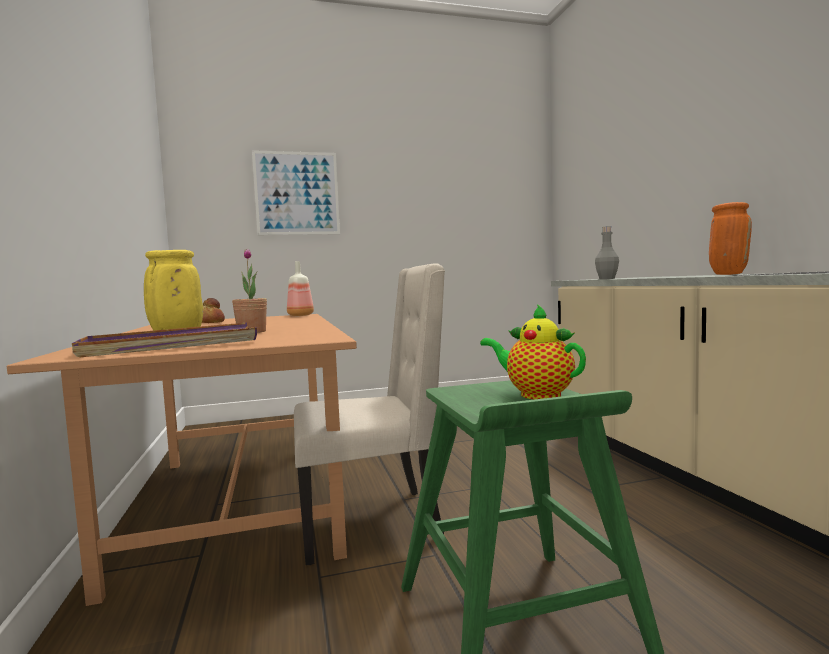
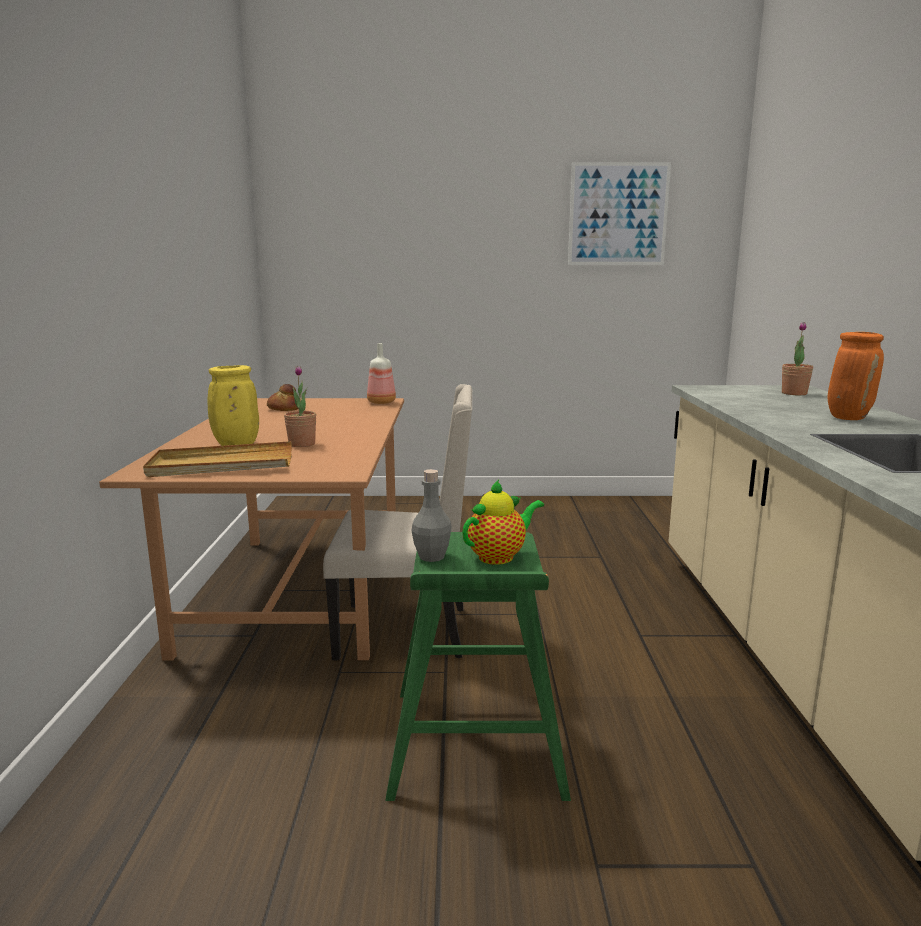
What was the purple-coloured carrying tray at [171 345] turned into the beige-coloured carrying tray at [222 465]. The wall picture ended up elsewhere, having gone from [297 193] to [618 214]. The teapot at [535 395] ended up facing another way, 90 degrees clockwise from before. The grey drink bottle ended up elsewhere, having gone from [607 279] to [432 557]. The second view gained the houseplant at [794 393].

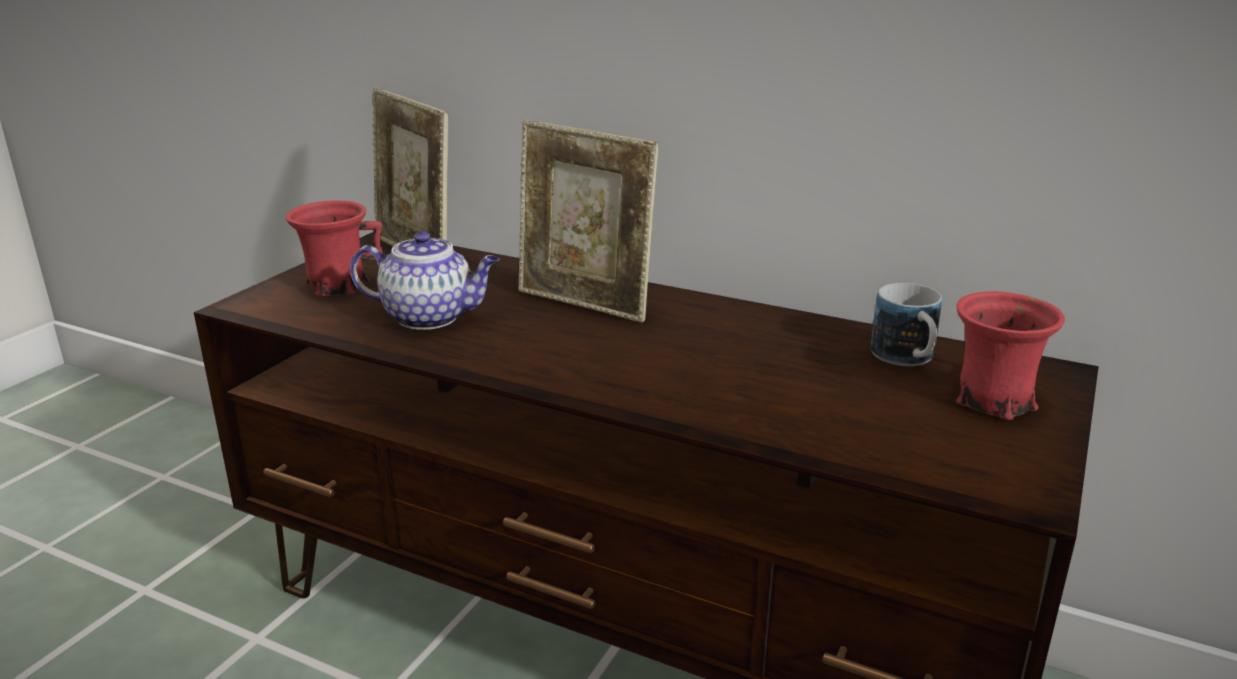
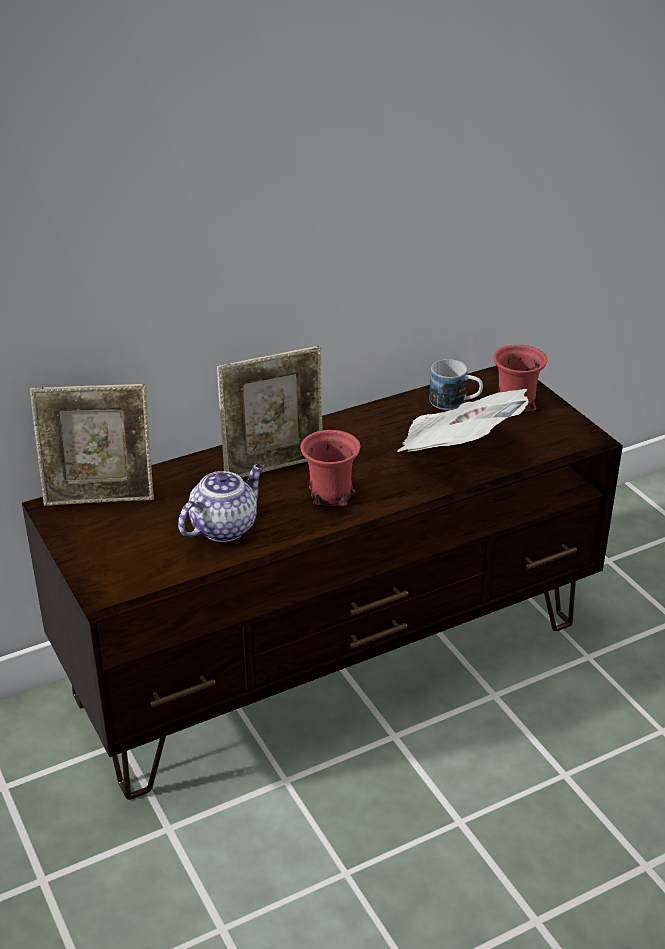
The red tea mug ended up elsewhere, having gone from [336 285] to [330 494]. The second view gained the newspaper at [458 449].

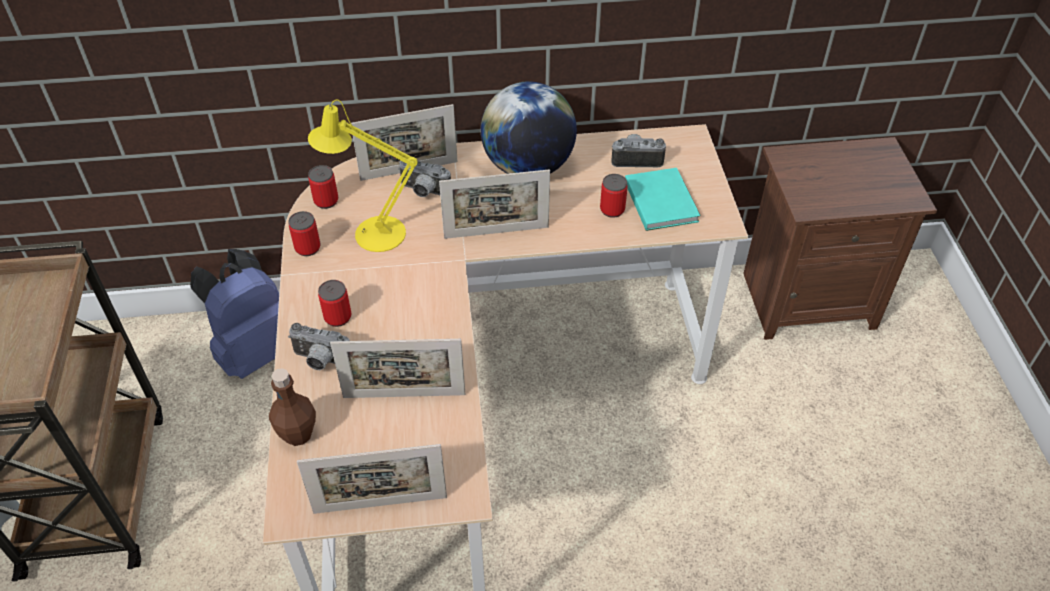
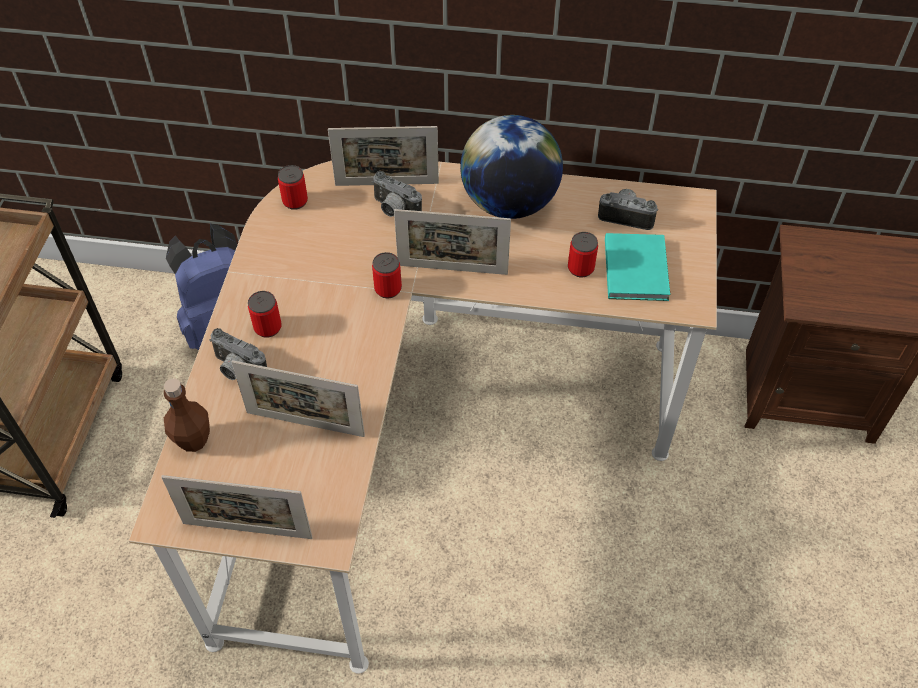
The sealed can ended up elsewhere, having gone from [307 248] to [388 289]. The second view lost the yellowish tabletop lamp at [372 233].

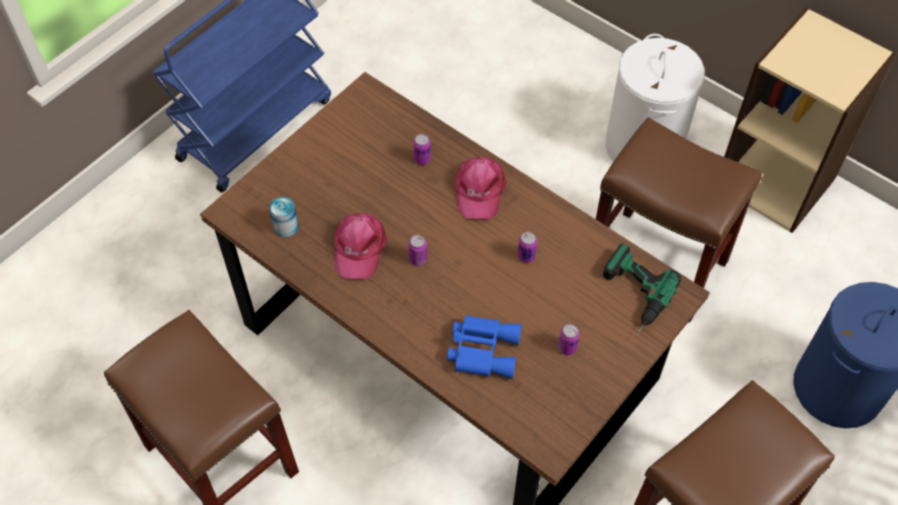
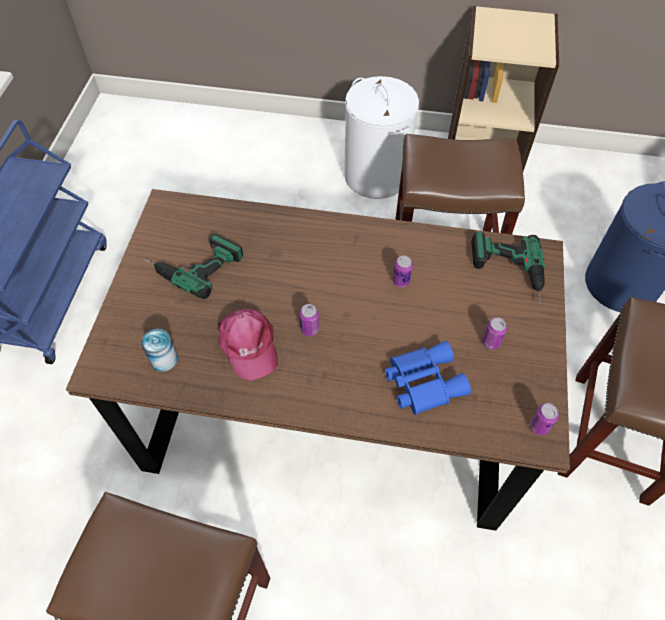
The sealed can ended up elsewhere, having gone from [422 159] to [539 426]. The second view lost the pink cap at [479 191]. The second view gained the drill at [192 263].

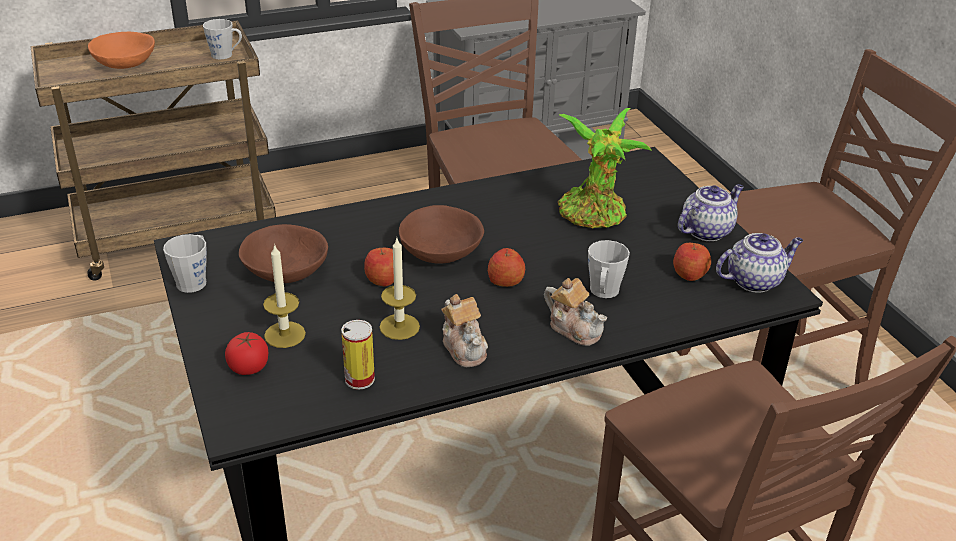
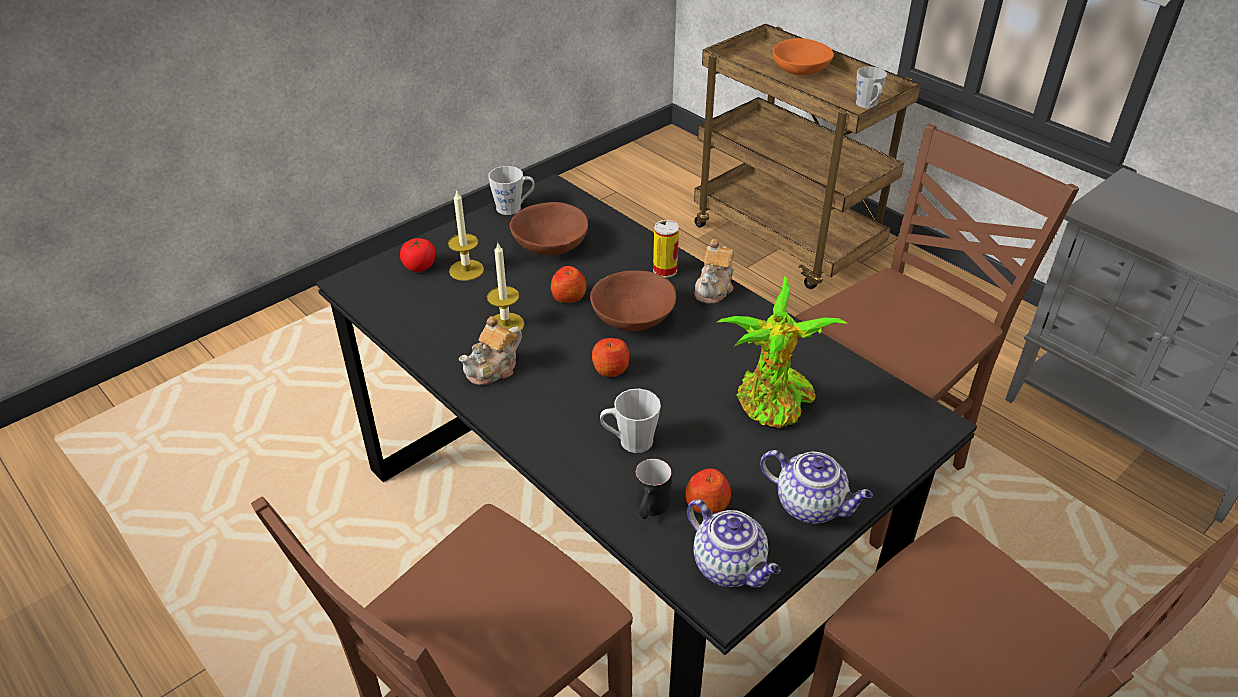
The sealed can ended up elsewhere, having gone from [359 379] to [665 270]. The teapot ended up elsewhere, having gone from [574 328] to [714 289]. The second view gained the black tea mug at [649 509].

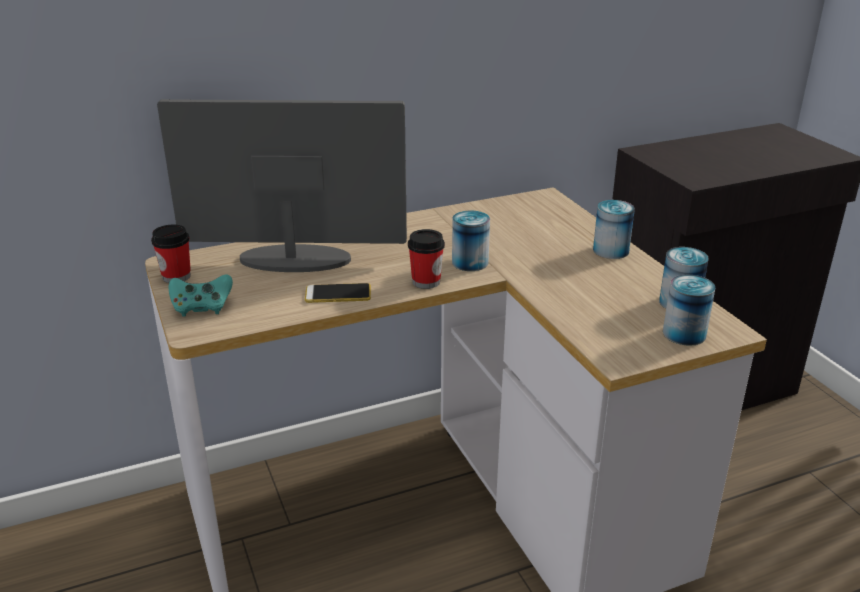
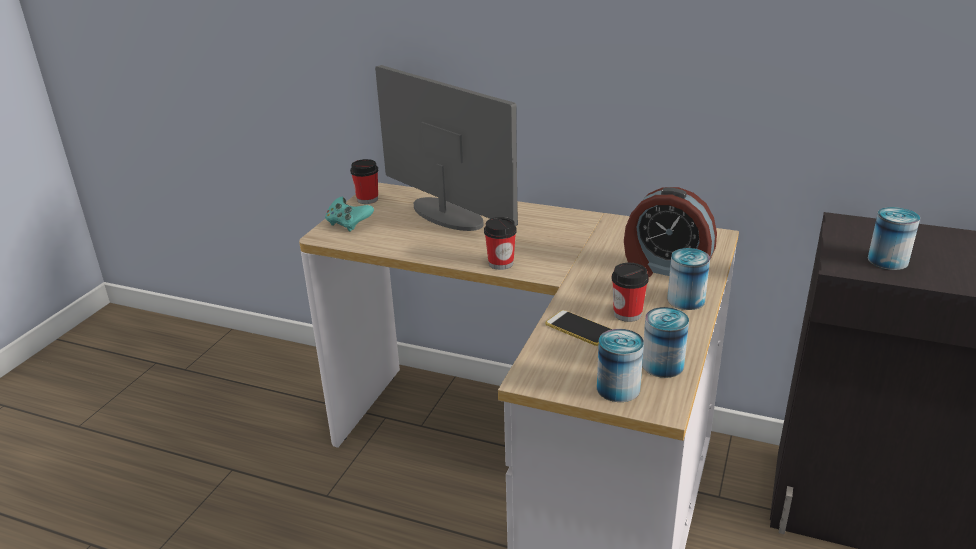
The handset ended up elsewhere, having gone from [338 294] to [579 328]. The sealed can ended up elsewhere, having gone from [470 262] to [887 260]. The second view gained the cup at [627 314]. The second view gained the bedside clock at [666 270].

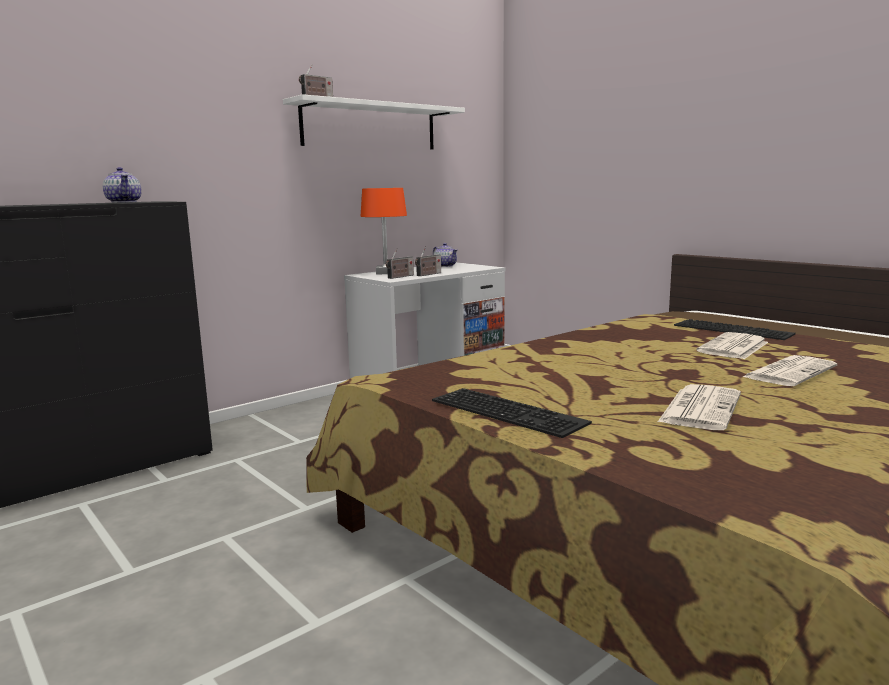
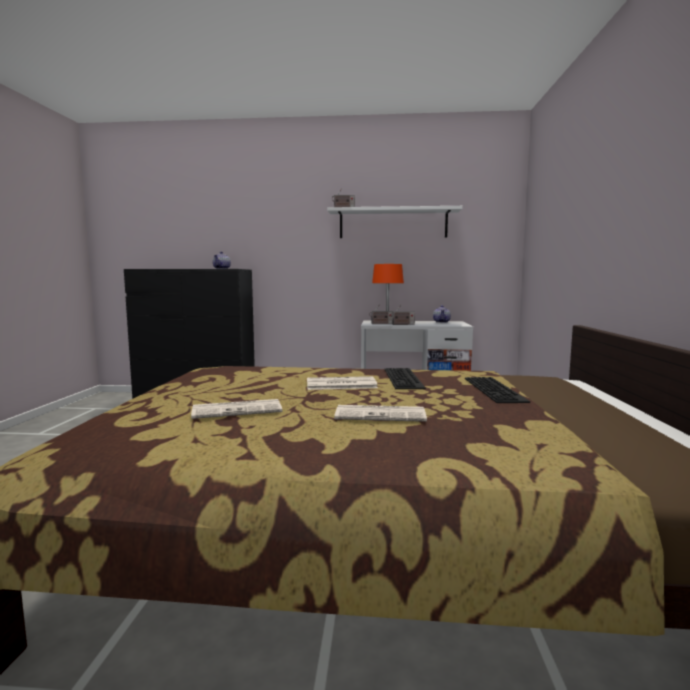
The computer keyboard ended up elsewhere, having gone from [510 411] to [405 378]. The newspaper ended up elsewhere, having gone from [733 347] to [340 384].

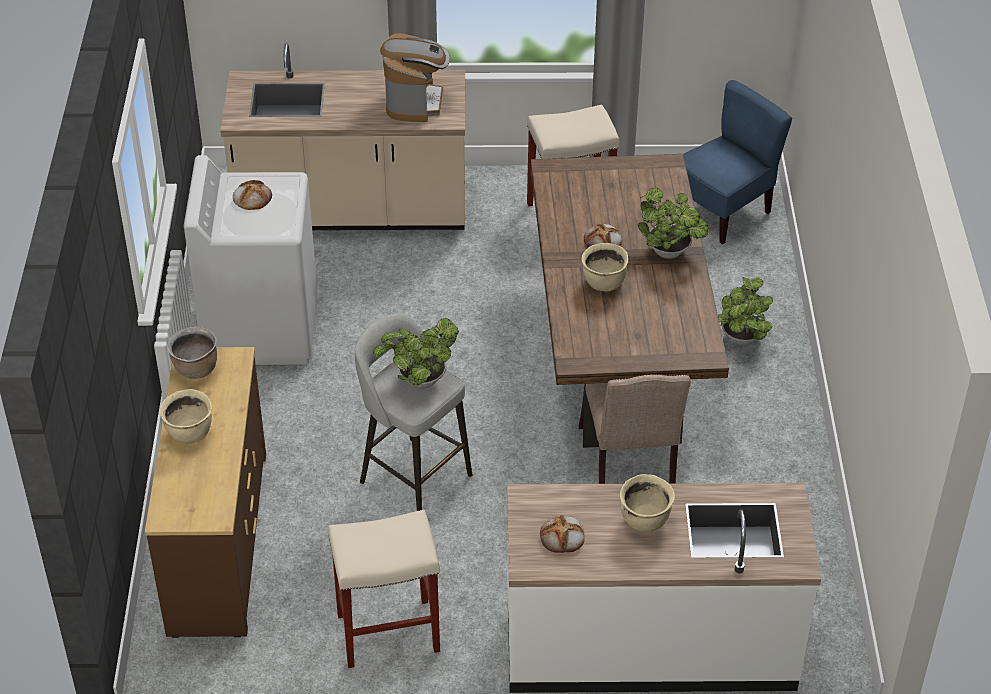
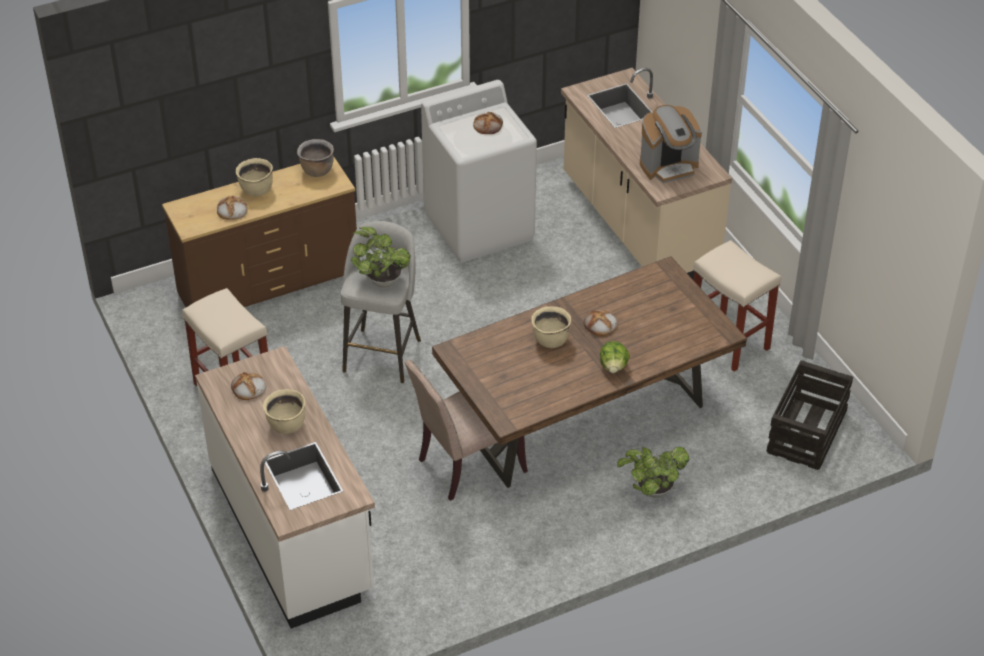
Where the houseplant stood at [671 253], the lettuce came to stand at [613 367]. Where the blue chair stood at [722 211], the crate came to stand at [806 432]. The second view gained the baked bread at [232 210].

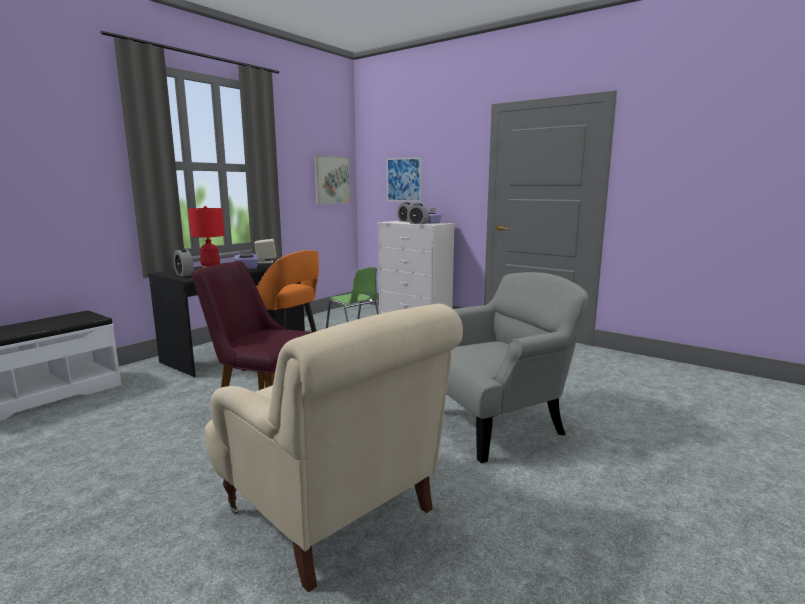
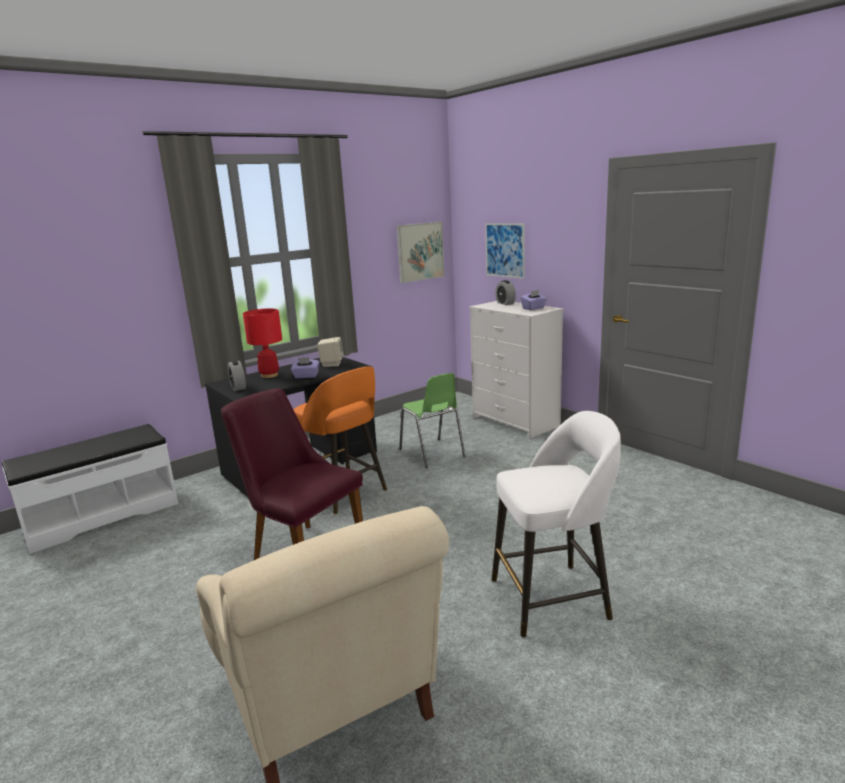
The second view lost the bedside clock at [417 223]. Where the grey easy chair stood at [495 423], the white stool came to stand at [553 598].

